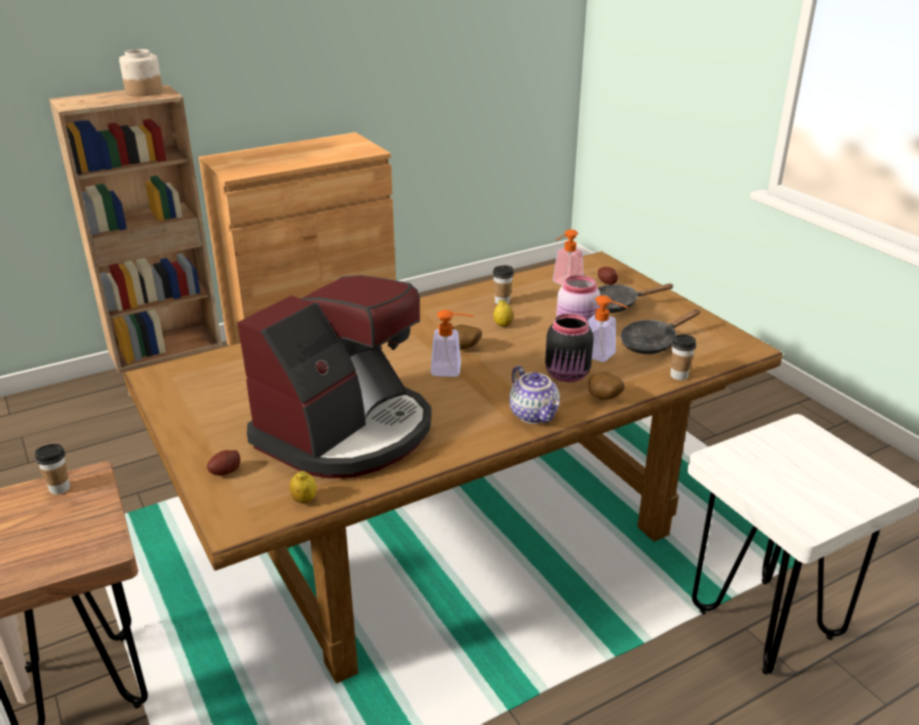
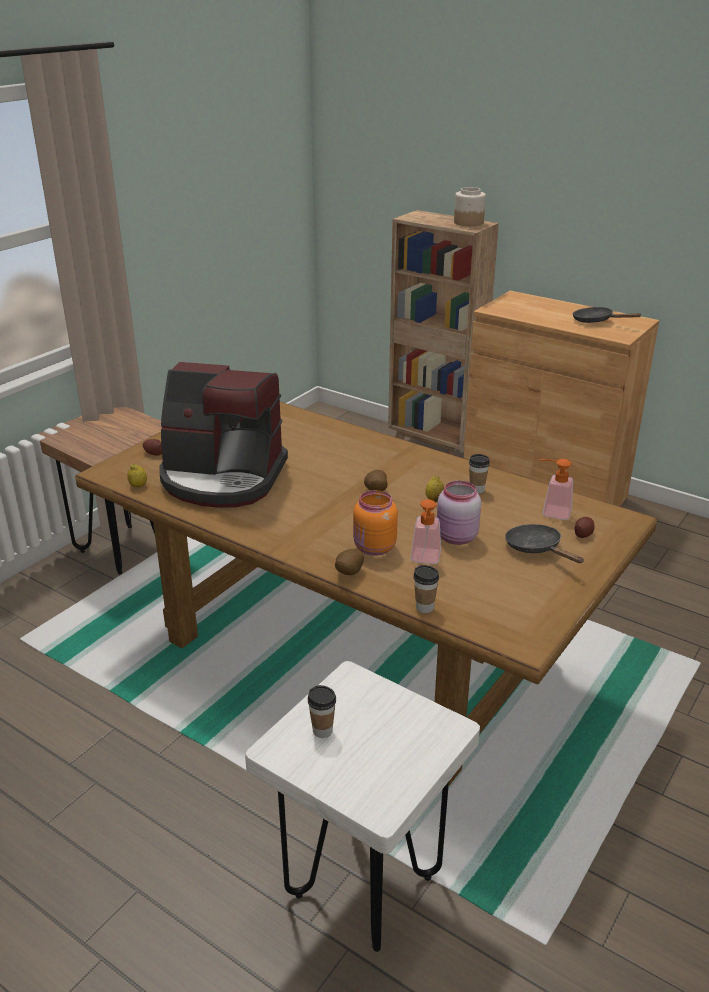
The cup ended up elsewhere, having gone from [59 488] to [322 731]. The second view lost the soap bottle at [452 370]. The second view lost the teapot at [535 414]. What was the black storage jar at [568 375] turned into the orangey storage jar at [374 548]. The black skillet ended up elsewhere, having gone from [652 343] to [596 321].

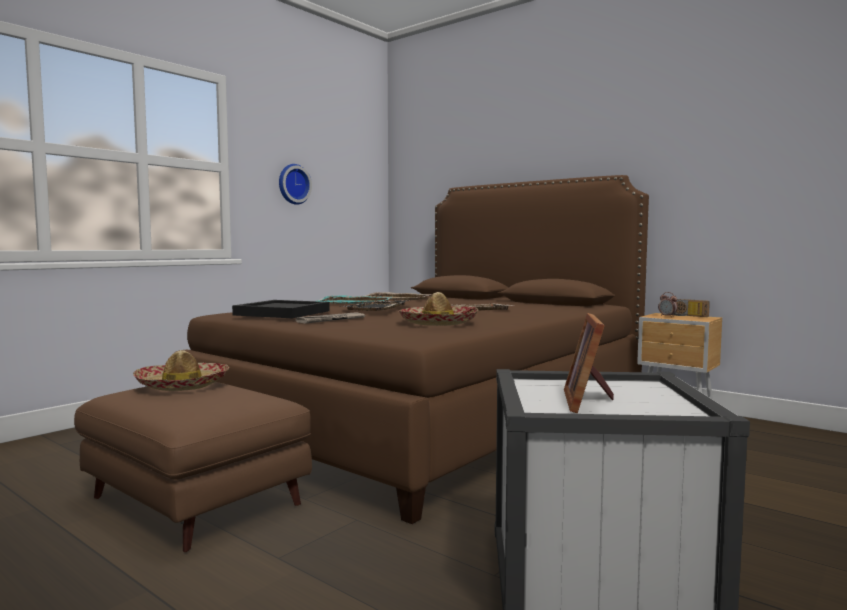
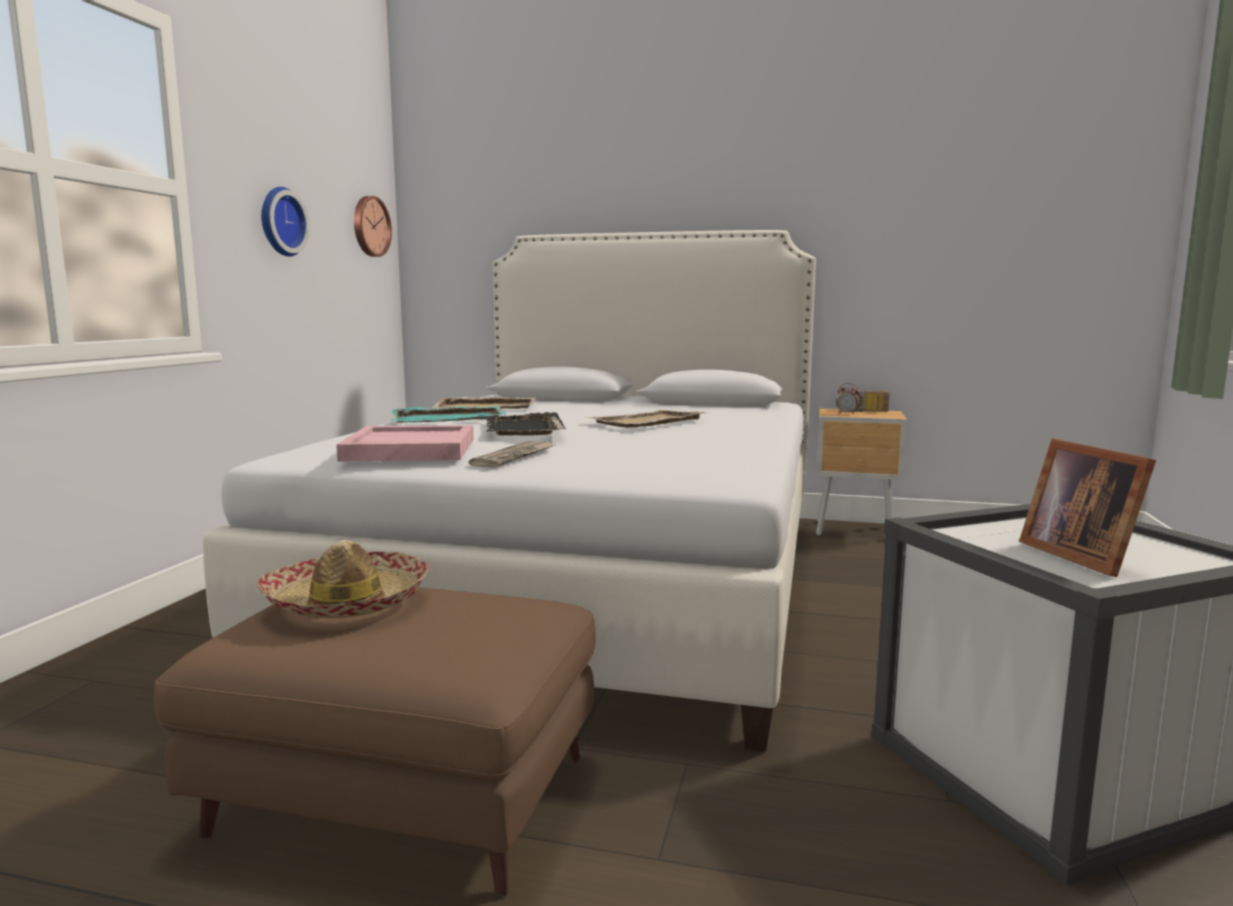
What was the brown-coloured bed at [432 418] turned into the white bed at [586 579]. What was the black carrying tray at [281 313] turned into the pink carrying tray at [409 450]. The second view lost the hat at [438 323]. The second view gained the wall clock at [370 226].

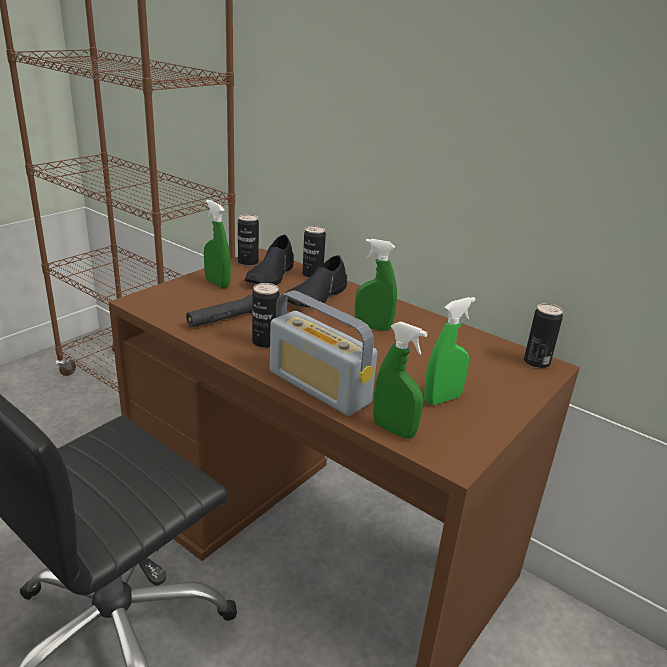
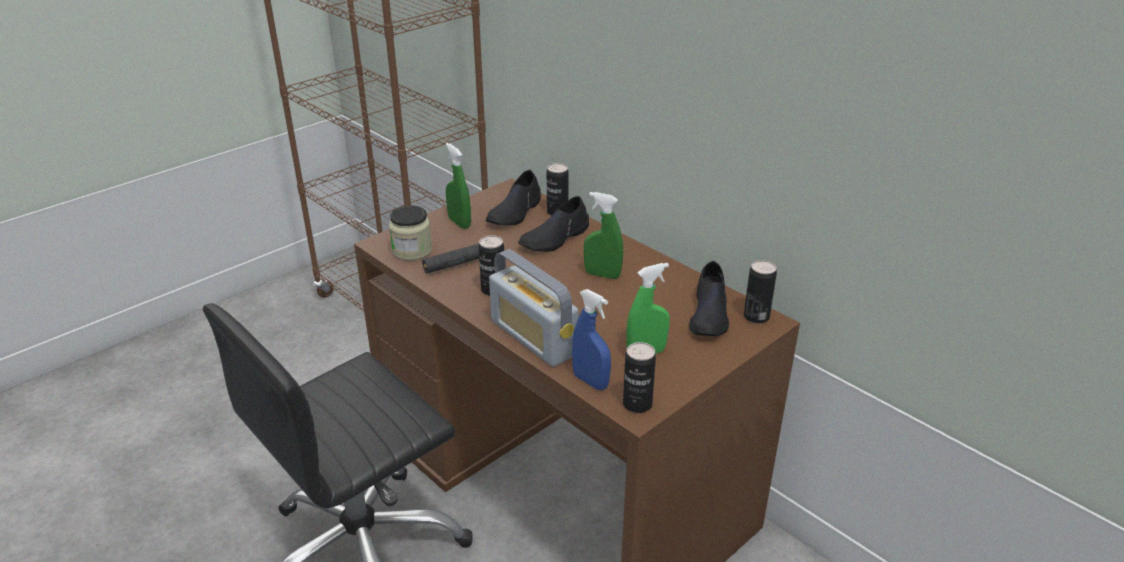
The sealed can ended up elsewhere, having gone from [248 262] to [637 404]. What was the greenish sprayer at [393 430] turned into the blue sprayer at [590 381]. The second view gained the storage jar at [412 250]. The second view gained the black low shoe at [709 315].

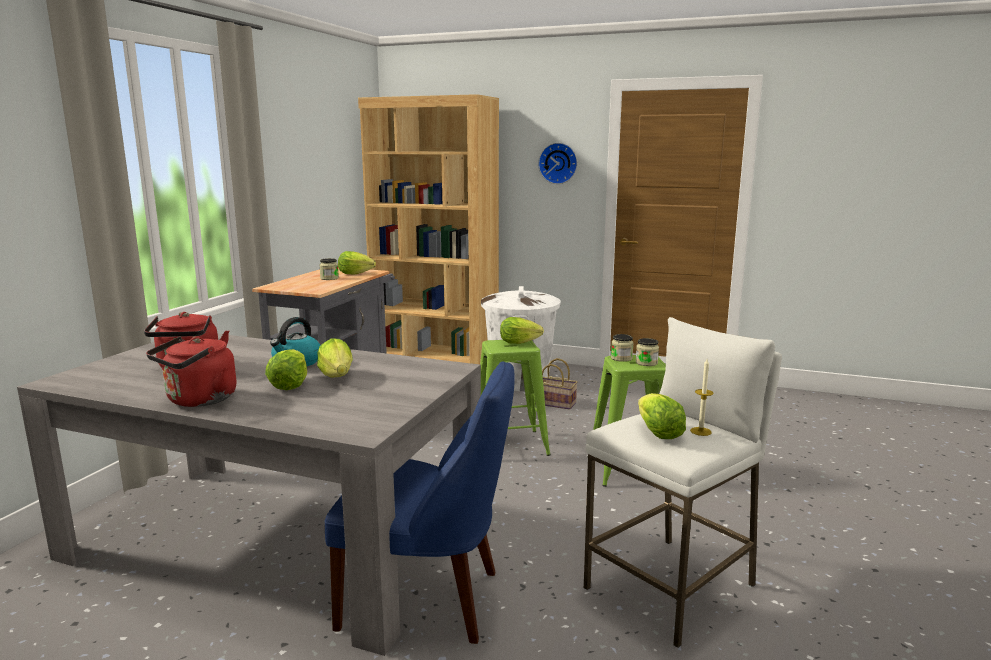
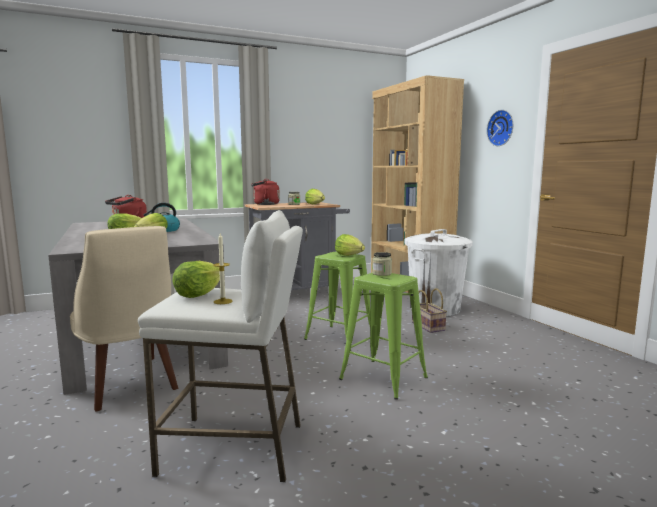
The red water kettle ended up elsewhere, having gone from [198 401] to [264 204]. What was the blue chair at [428 600] turned into the beige-coloured chair at [127 384]. The second view lost the storage jar at [646 363].

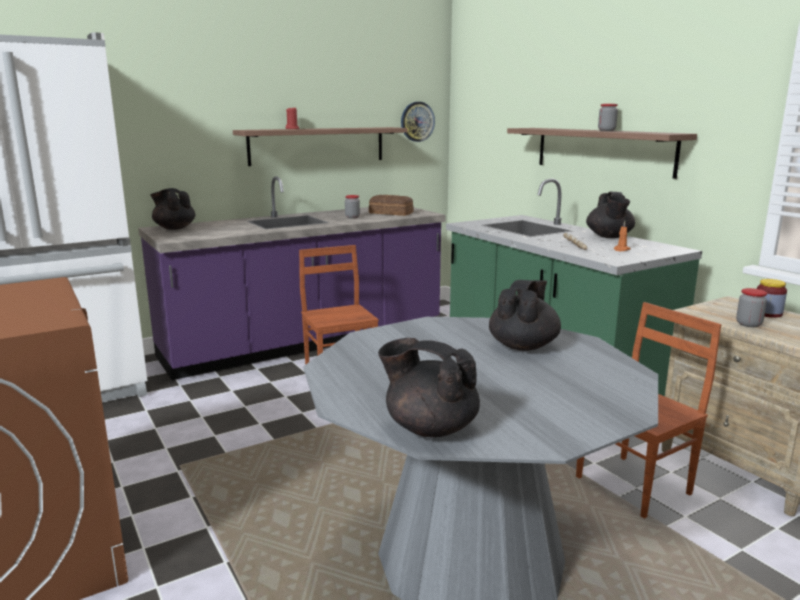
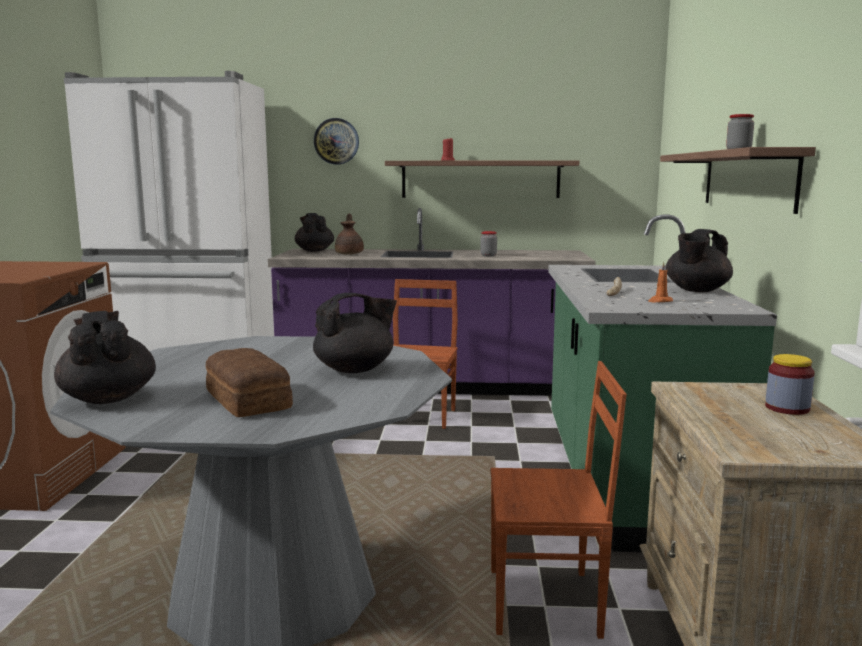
The baked bread ended up elsewhere, having gone from [391 213] to [246 400]. The wall clock ended up elsewhere, having gone from [417 121] to [336 141]. The second view lost the storage jar at [748 324]. The second view gained the brown-coloured teapot at [350 253].

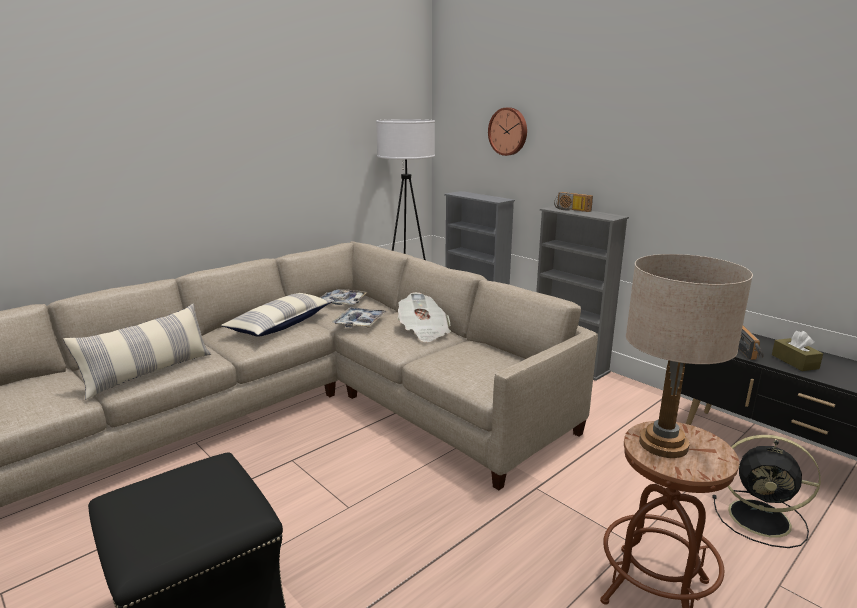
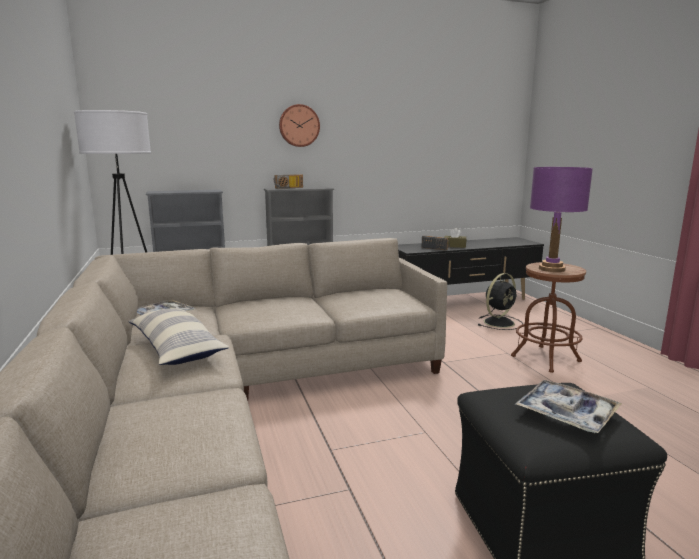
The second view lost the pillow at [148 373]. The carrying tray ended up elsewhere, having gone from [360 322] to [566 414]. The second view lost the newspaper at [424 331]. The wall clock ended up elsewhere, having gone from [508 131] to [299 125]. What was the beige-coloured tabletop lamp at [664 444] turned into the purple-coloured tabletop lamp at [552 269].

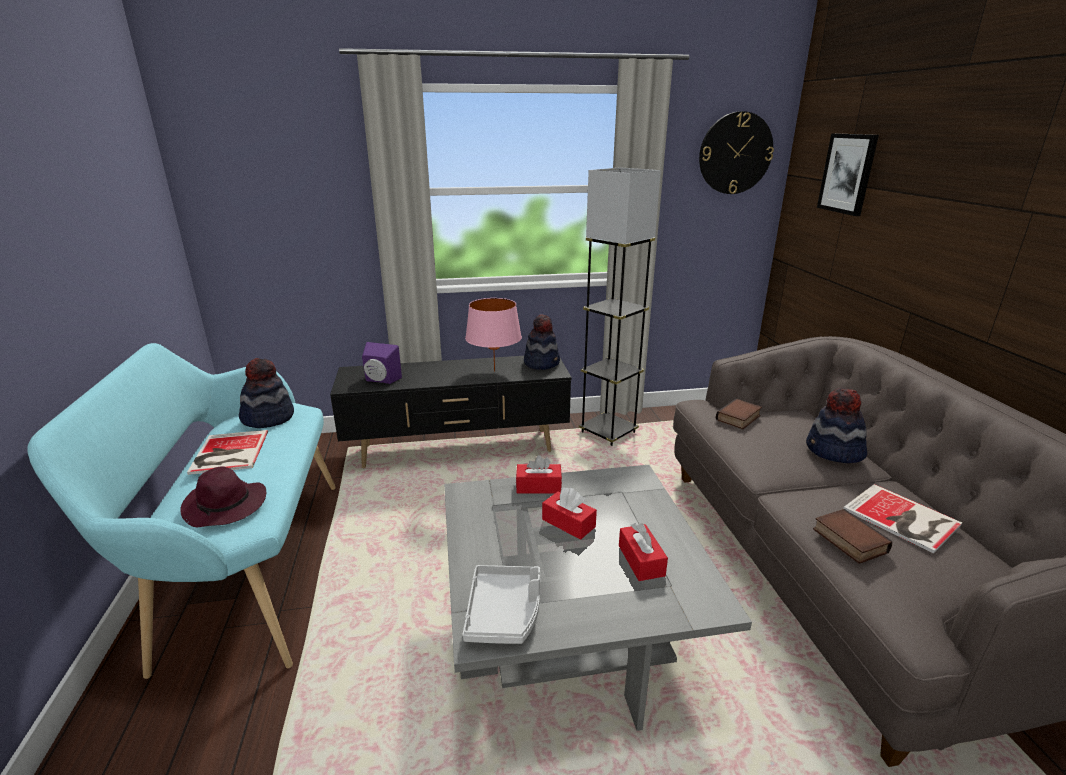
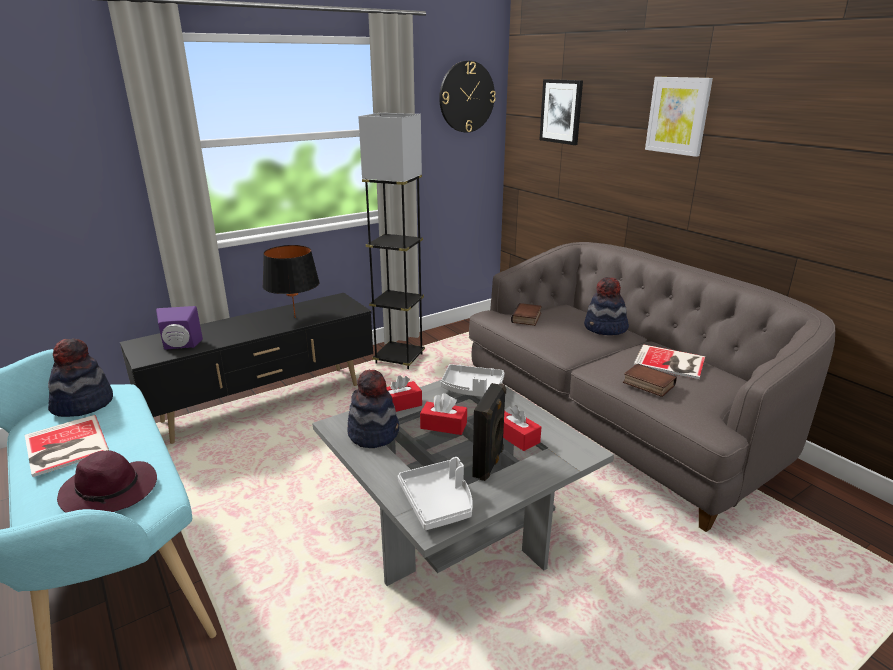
What was the pink tabletop lamp at [494 371] turned into the black tabletop lamp at [295 318]. The hat ended up elsewhere, having gone from [542 363] to [374 433]. The second view gained the grey carrying tray at [472 389]. The second view gained the black speaker at [489 463]. The second view gained the wall picture at [678 115].

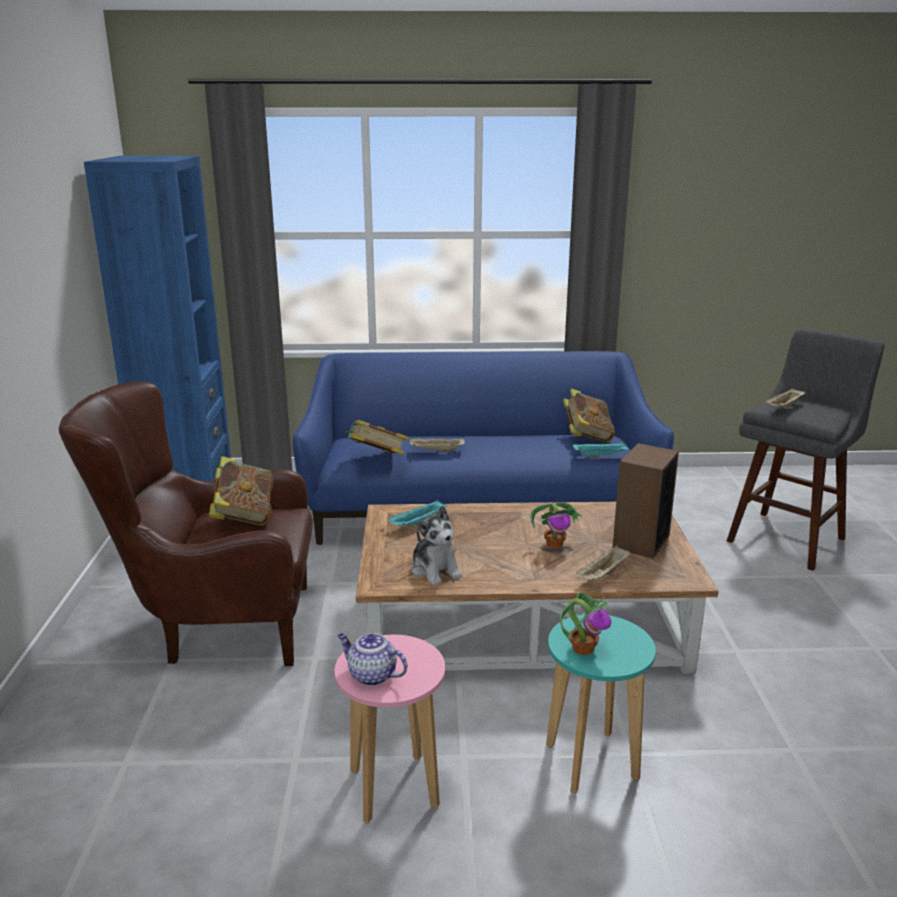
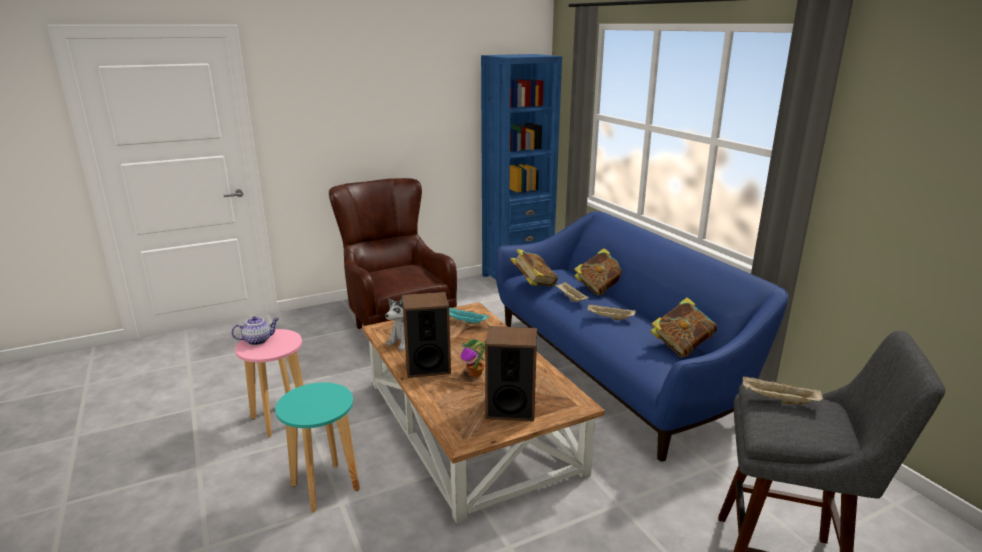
The volume ended up elsewhere, having gone from [244 516] to [599 288]. The teapot at [371 675] ended up facing another way, 60 degrees clockwise from before. The second view lost the houseplant at [583 648]. The second view lost the blue-green carrying tray at [601 456]. The beige-coloured carrying tray ended up elsewhere, having gone from [603 575] to [609 318]. The second view gained the speaker at [427 367].

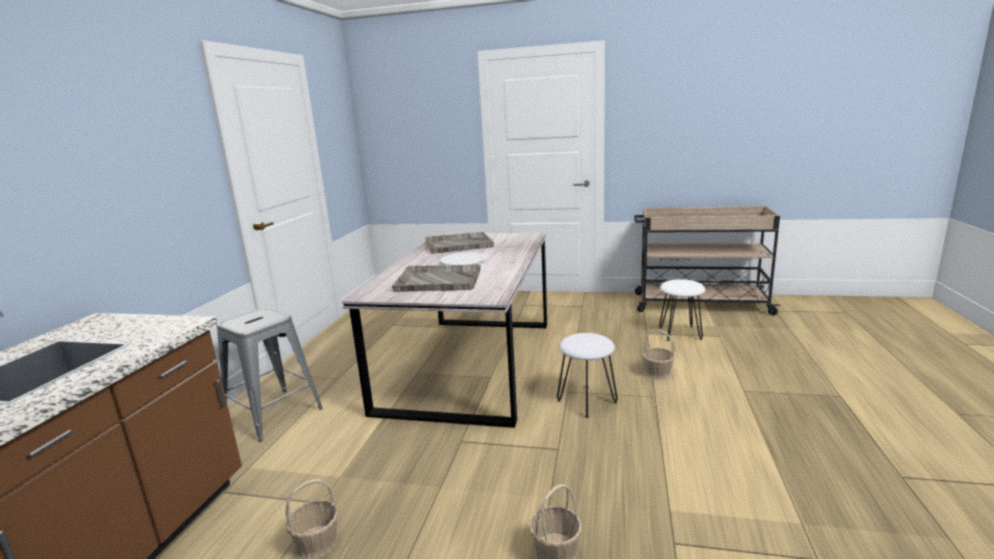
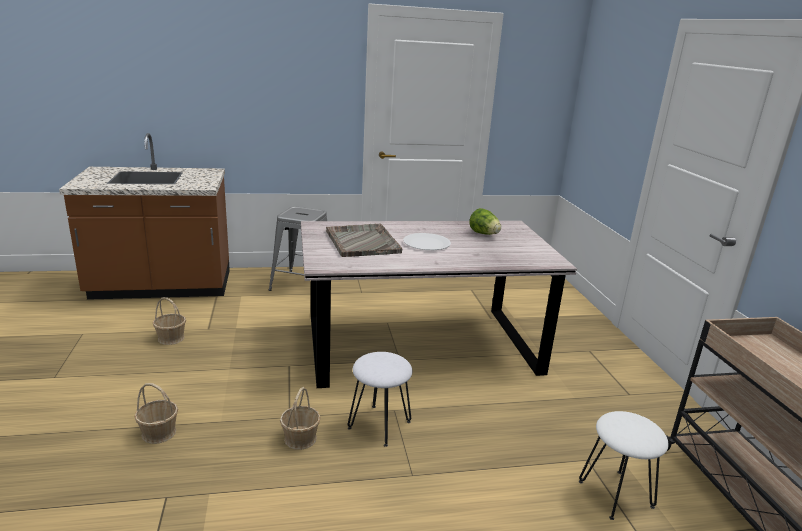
Where the grey carrying tray stood at [458 244], the lettuce came to stand at [484 234]. The household basket ended up elsewhere, having gone from [657 373] to [300 438].

